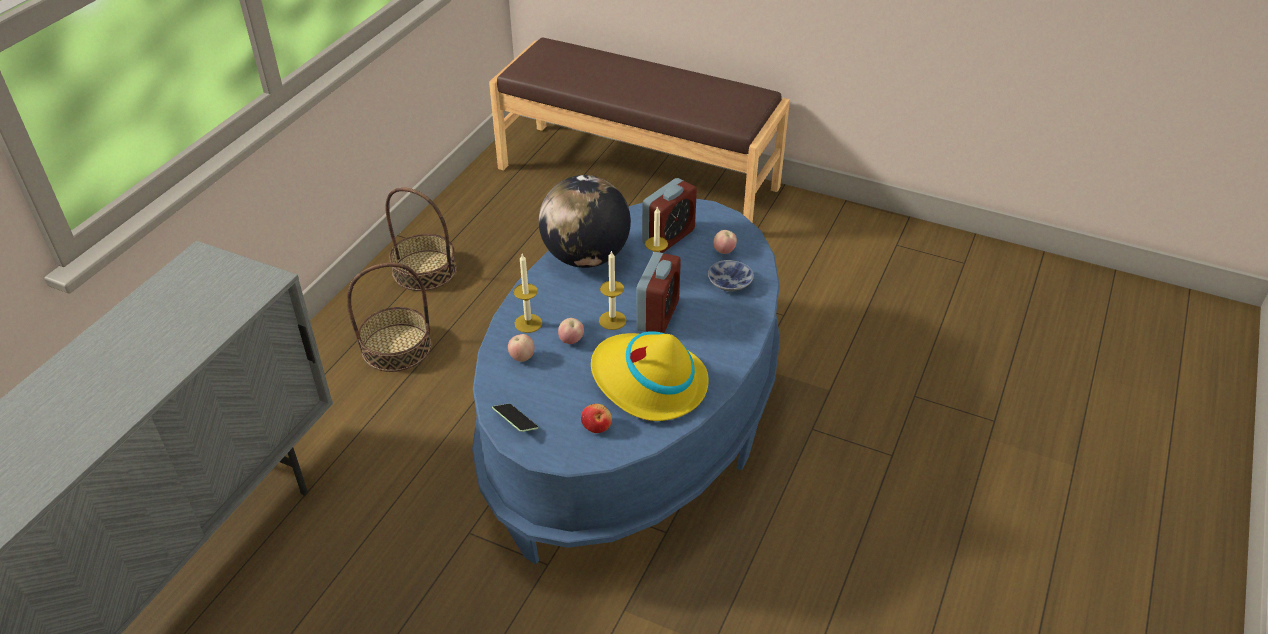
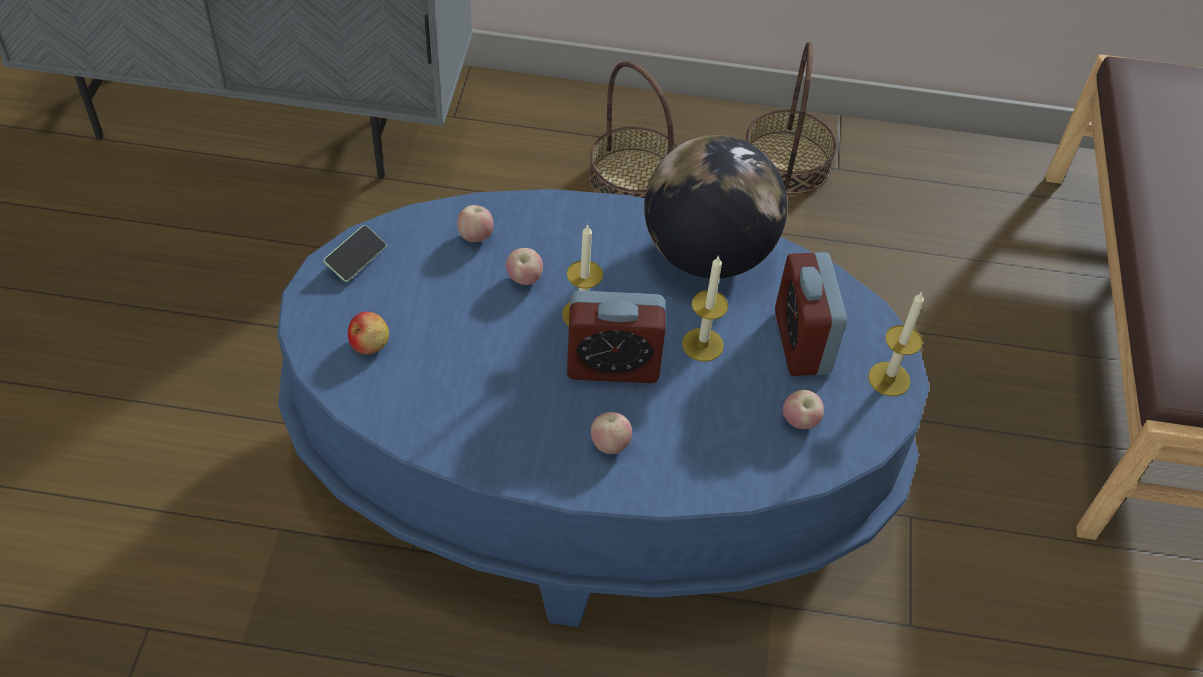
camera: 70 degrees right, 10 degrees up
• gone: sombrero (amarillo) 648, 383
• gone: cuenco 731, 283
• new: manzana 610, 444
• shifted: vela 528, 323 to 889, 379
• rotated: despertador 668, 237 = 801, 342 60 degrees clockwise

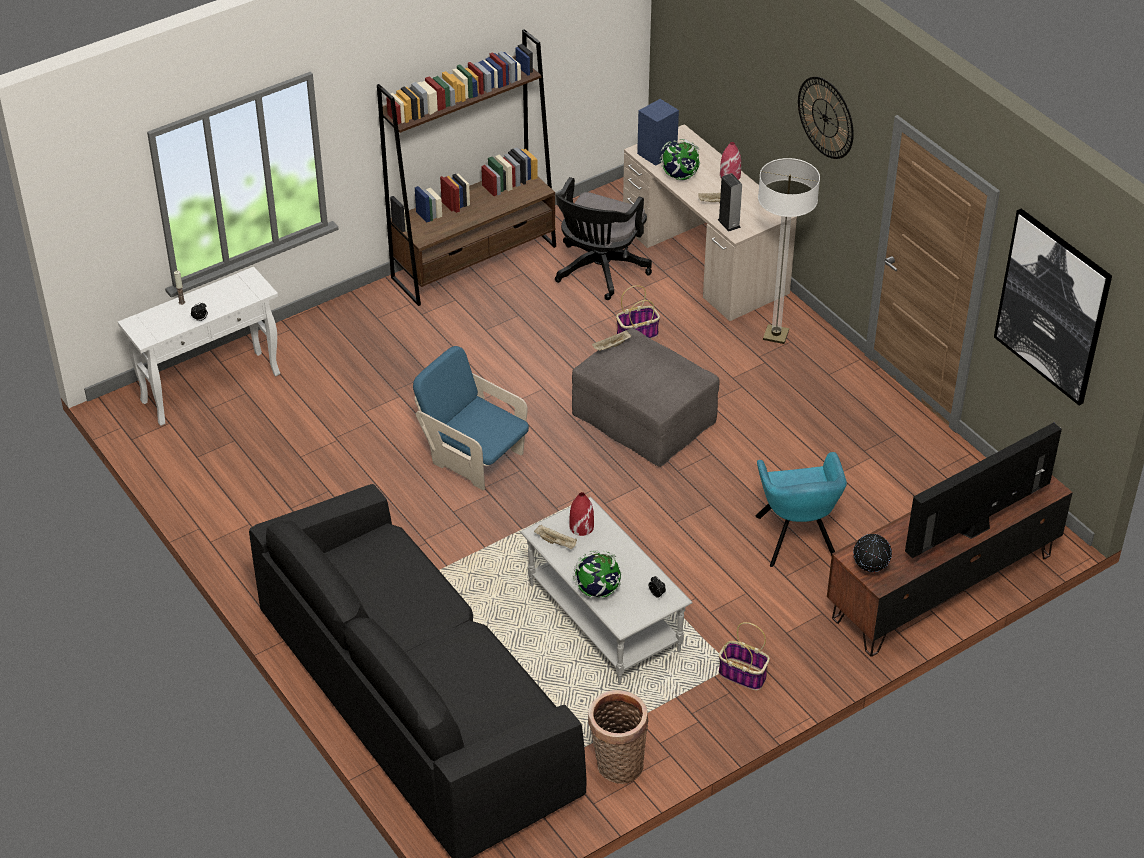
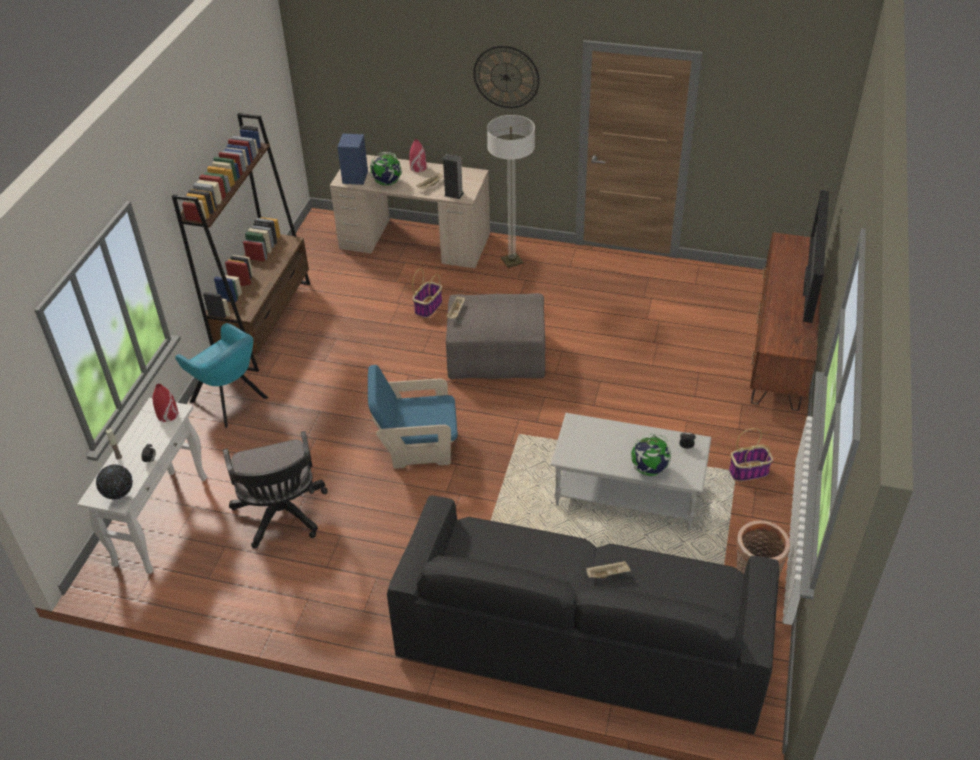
camera: 40 degrees left, 0 degrees up
• gone: cuadro 1052, 306
• shifted: bandeja (beis) 556, 542 to 608, 574
• shifted: silla de oficina (negro) 599, 272 to 282, 516
• shifted: florero (rojo) 581, 527 to 167, 414
• shifted: sillón (turquesa) 797, 540 to 231, 401
• shifted: globo terráqueo 870, 569 to 119, 496

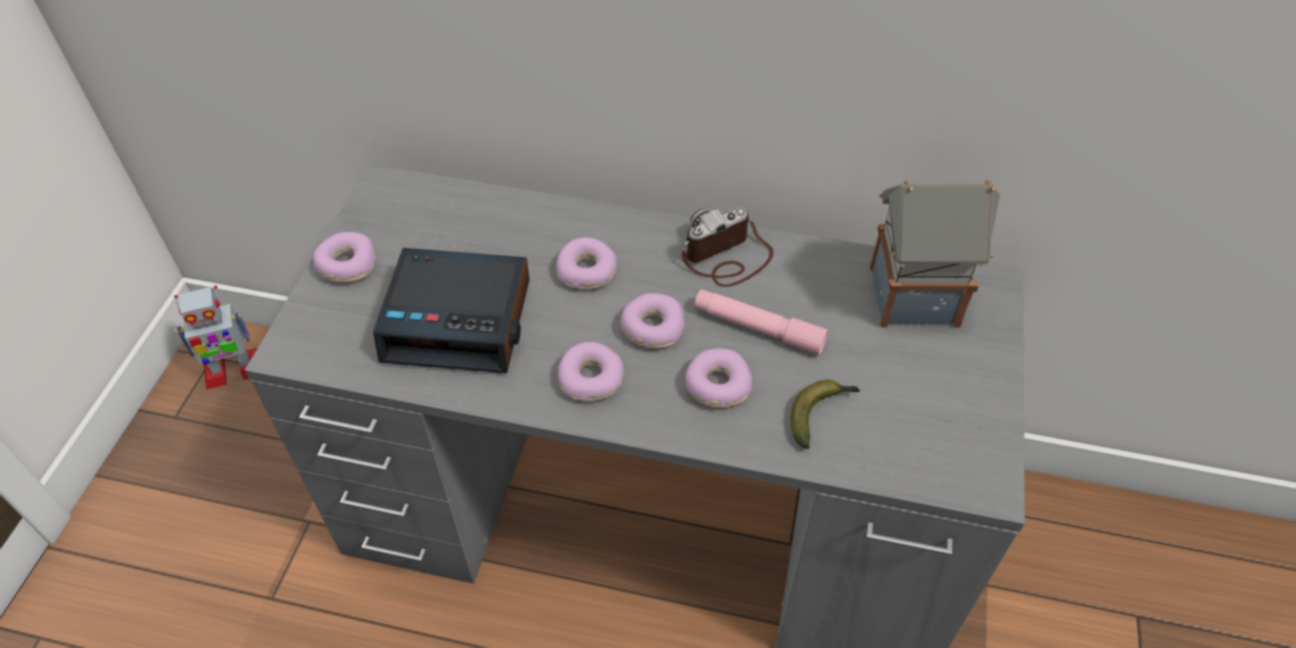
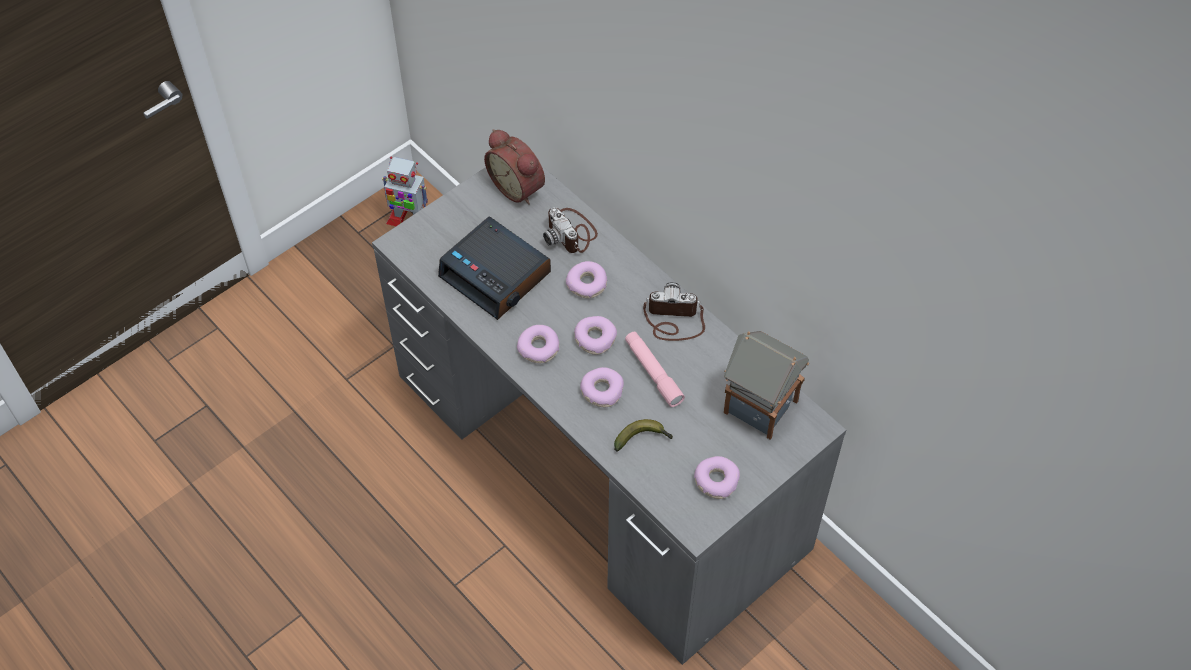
camera: 35 degrees right, 5 degrees up
• new: despertador 518, 186
• new: cámara 571, 233
• shifted: rosquilla 347, 265 to 716, 480

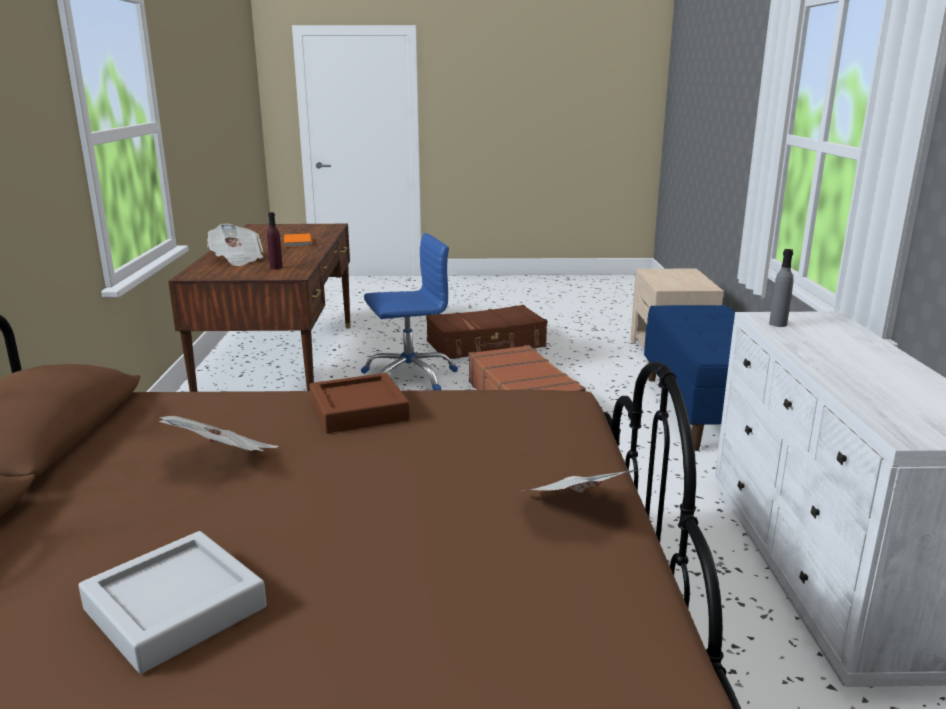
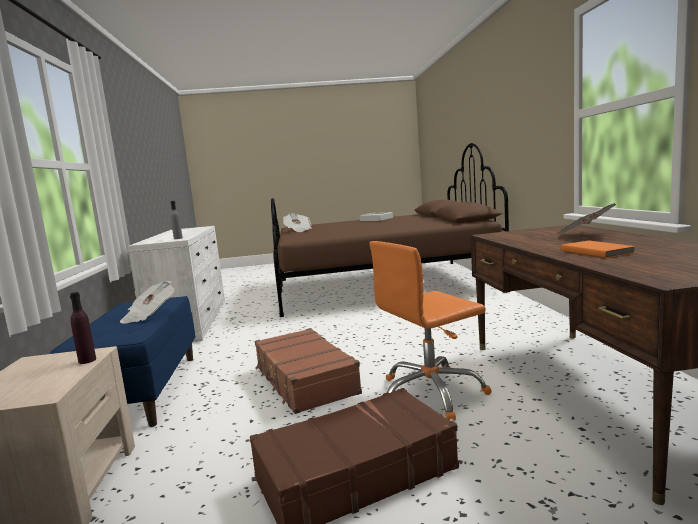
camera: 175 degrees right, 10 degrees down
• gone: bandeja (marrón) 358, 410
• shifted: periódico 224, 460 to 149, 316
• shifted: botella (morado) 276, 267 to 87, 360
• repainted: silla de oficina (azul) 409, 377 to silla de oficina (naranja) 431, 394

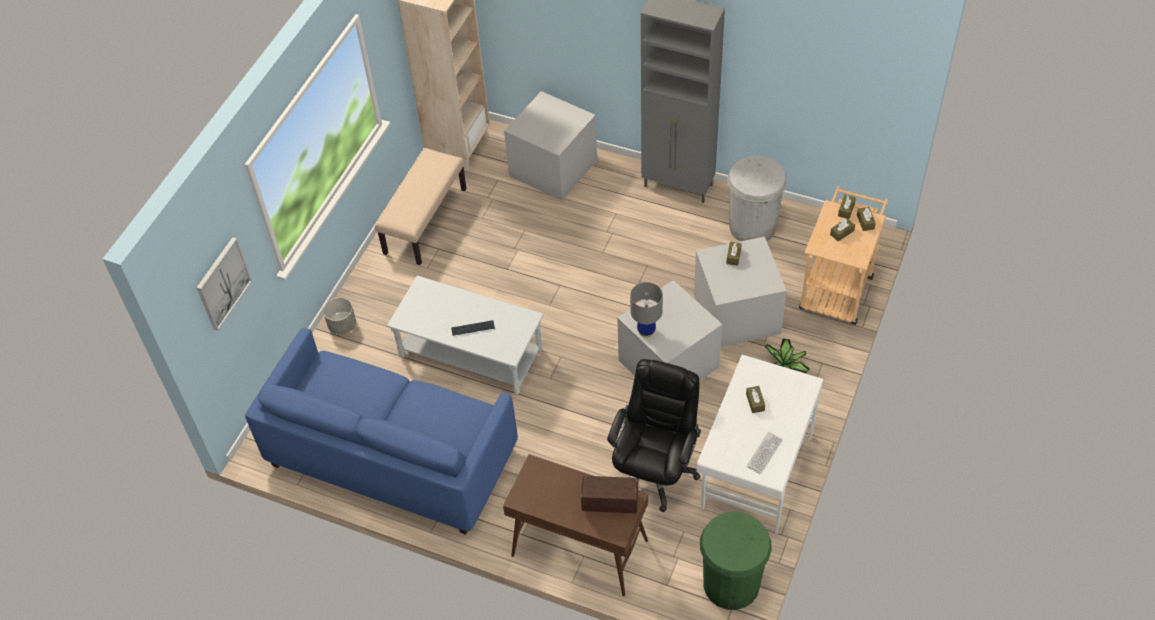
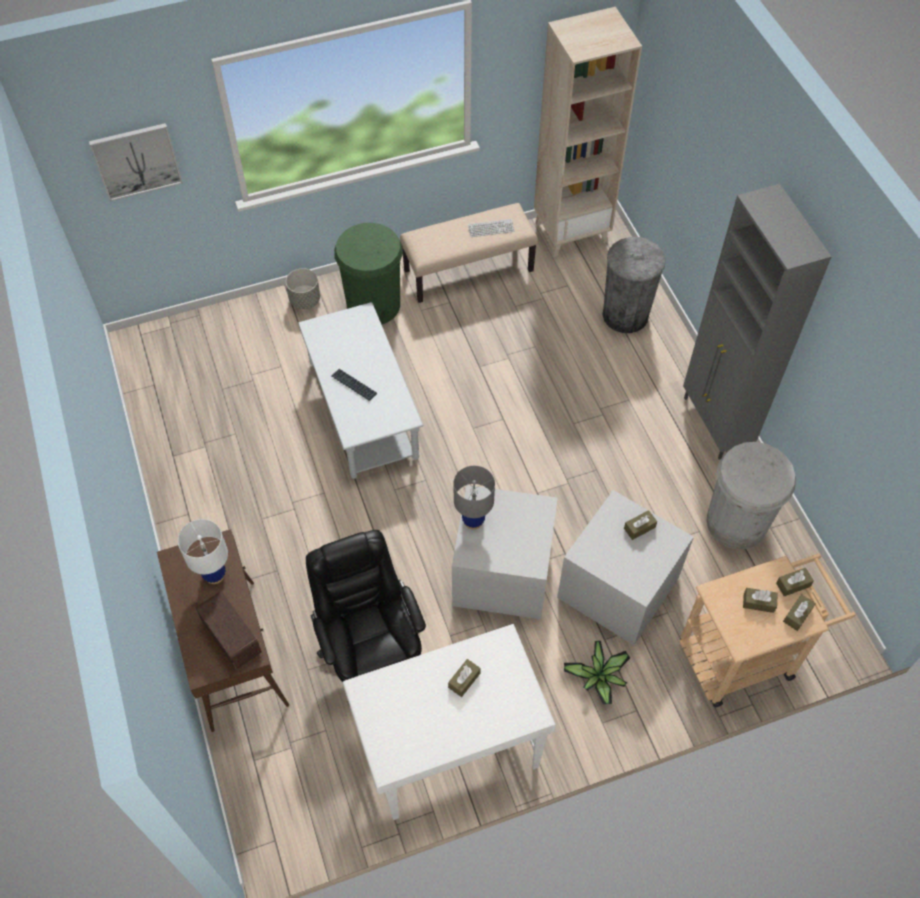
camera: 45 degrees right, 5 degrees up
• gone: sofá (azul) 392, 456
• new: lámpara de mesa (blanco) 214, 575
• shifted: papelera (verde) 731, 583 to 373, 304
• shifted: teclado 764, 453 to 491, 228
• swapped: caja de almacenaje (gris) 553, 169 to papelera (gris) 625, 315
• rotated: silla de oficina (negro) 655, 470 = 371, 653 90 degrees counterclockwise

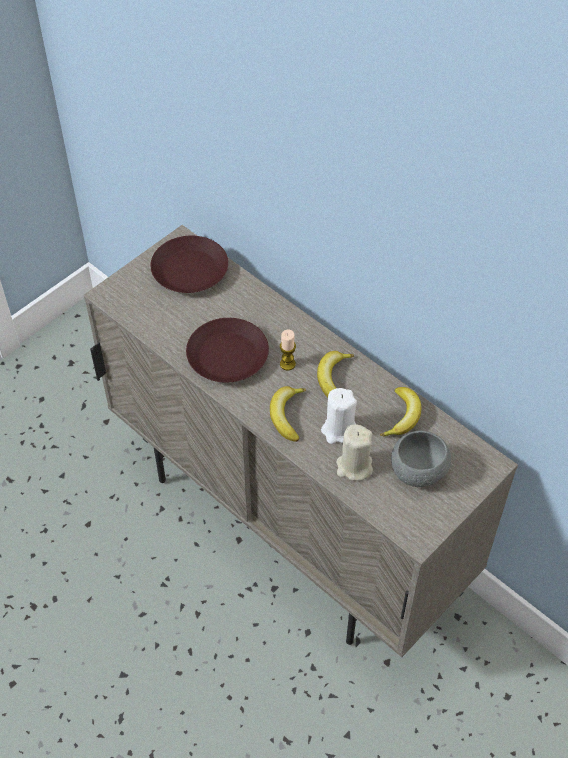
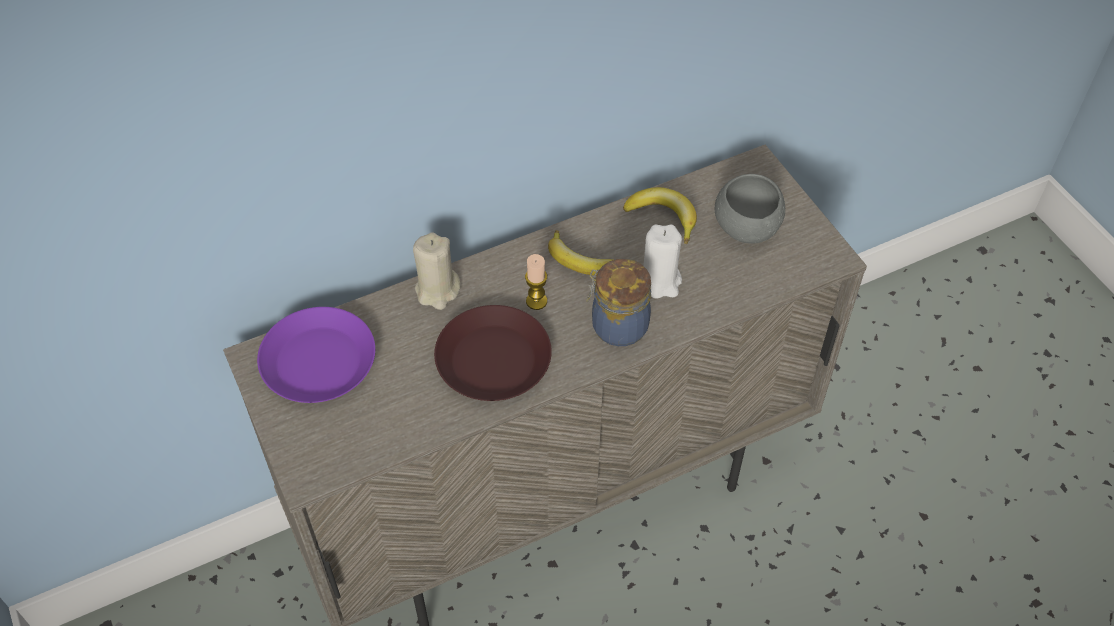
camera: 70 degrees left, 0 degrees up
• shifted: vela (beis) 354, 467 to 437, 290
• swapped: plátano 286, 415 to tarro 617, 325
• repainted: plato (marrón) 190, 271 to plato (morado) 320, 362

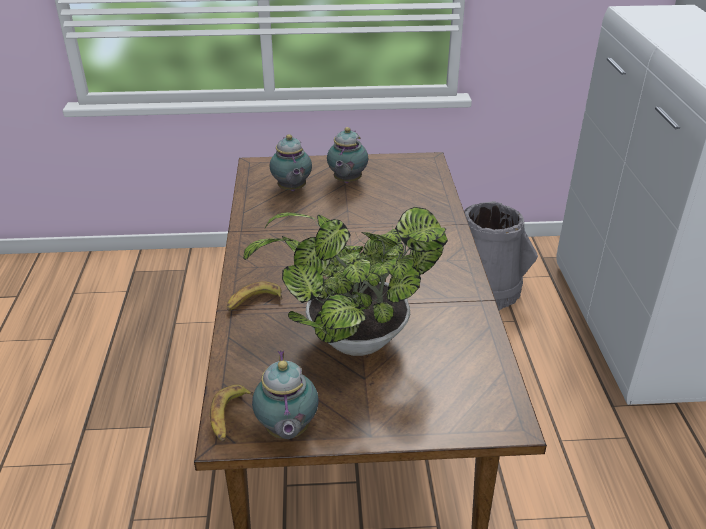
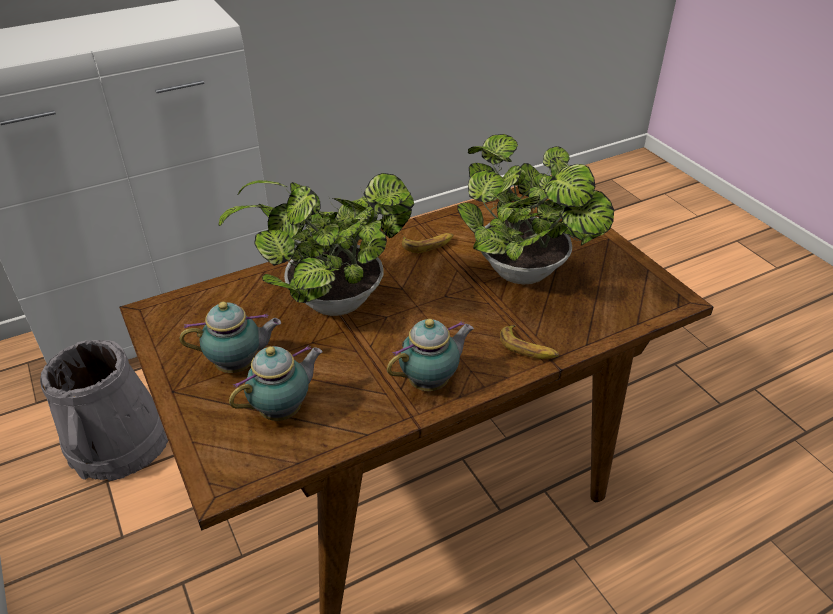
camera: 115 degrees left, 5 degrees up
• new: planta en maceta 328, 302
• shifted: plátano 229, 417 to 428, 245
• shifted: tetera 287, 431 to 431, 382

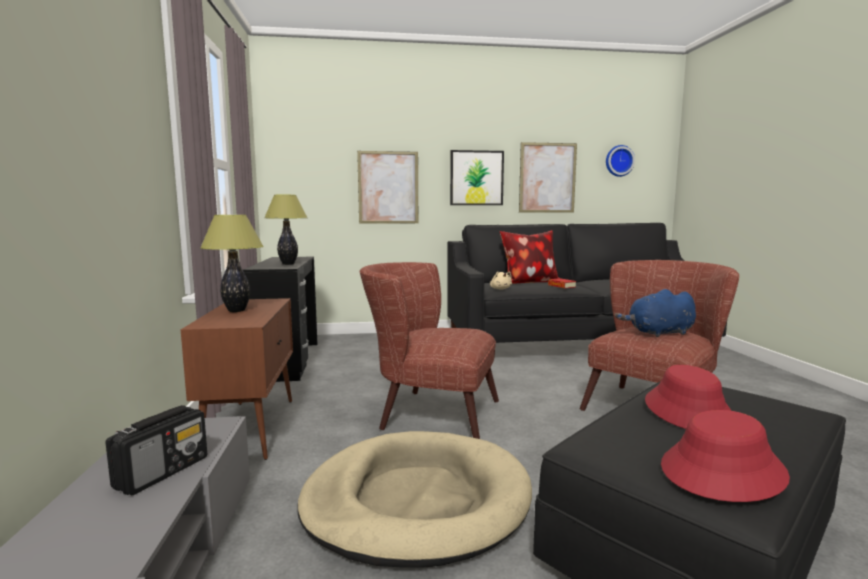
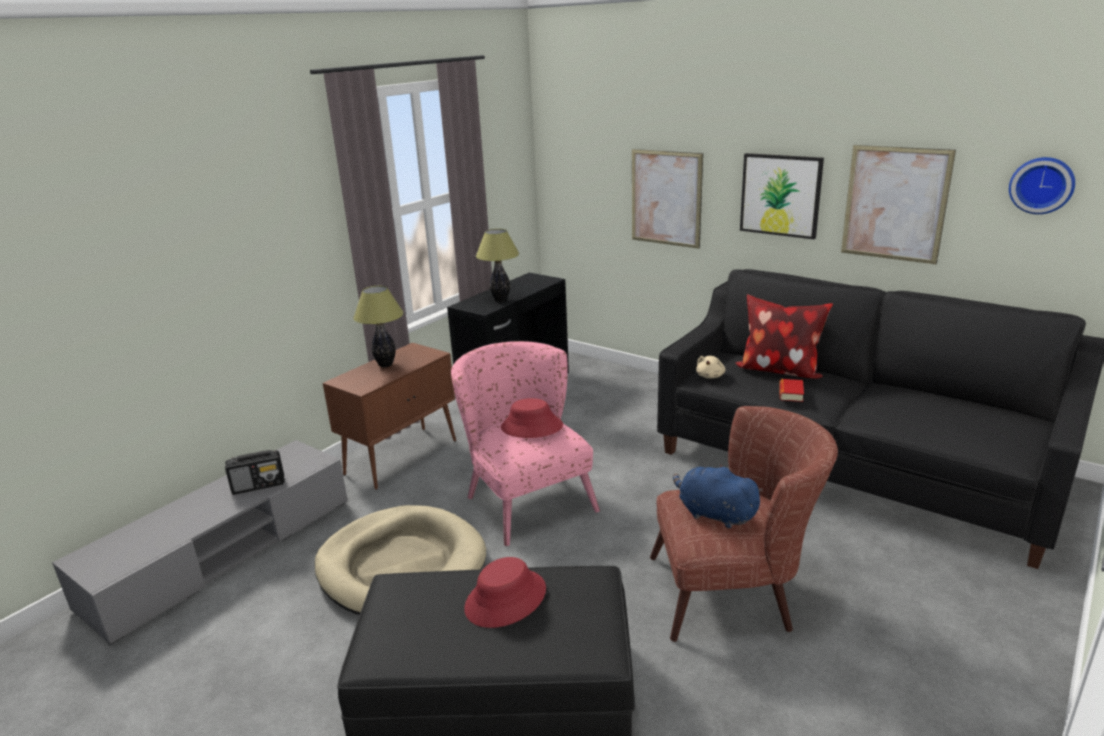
camera: 45 degrees right, 15 degrees up
• shifted: sombrero (rojo) 723, 471 to 531, 427
• repainted: sillón (marrón) 428, 413 to sillón (rosa) 525, 497

